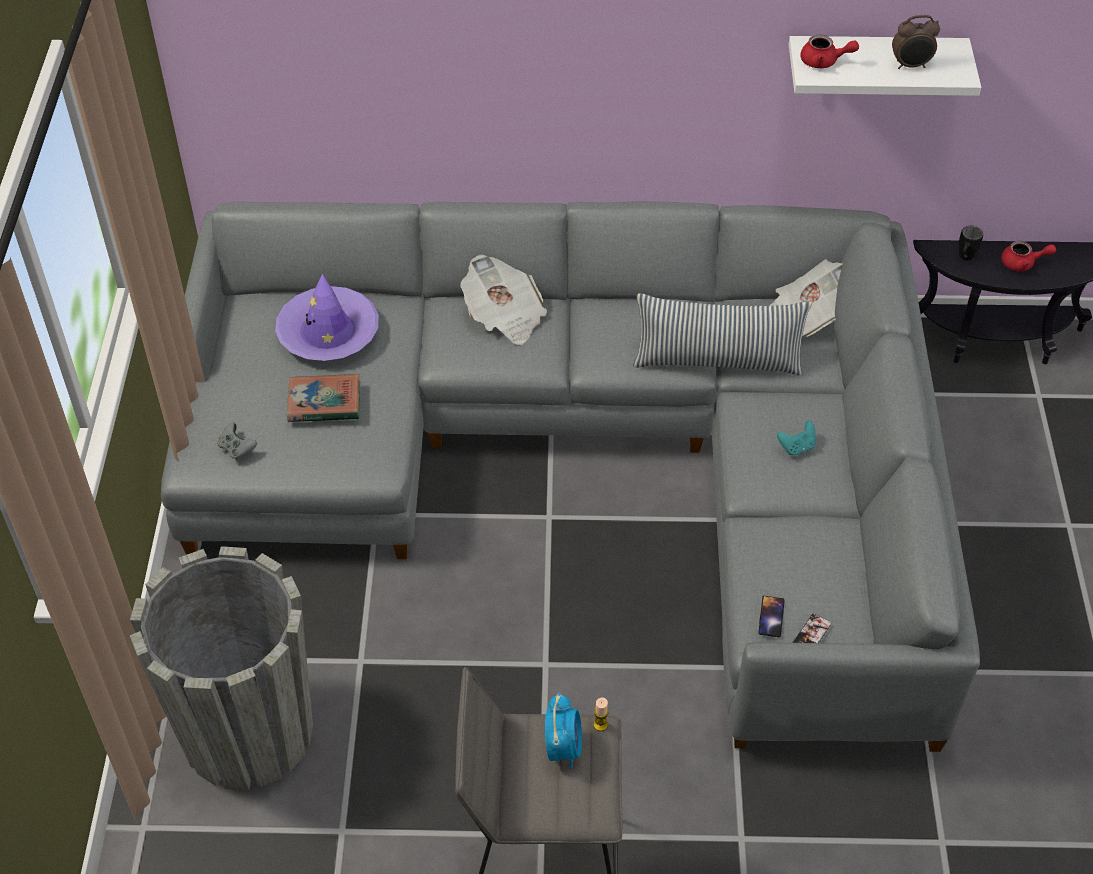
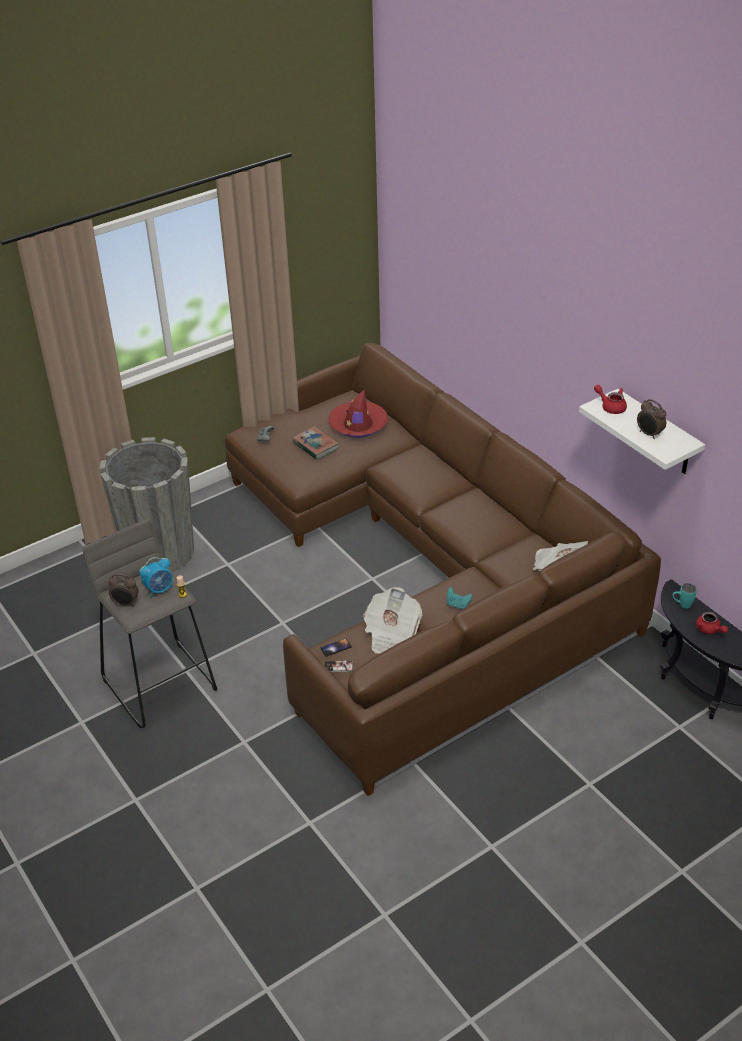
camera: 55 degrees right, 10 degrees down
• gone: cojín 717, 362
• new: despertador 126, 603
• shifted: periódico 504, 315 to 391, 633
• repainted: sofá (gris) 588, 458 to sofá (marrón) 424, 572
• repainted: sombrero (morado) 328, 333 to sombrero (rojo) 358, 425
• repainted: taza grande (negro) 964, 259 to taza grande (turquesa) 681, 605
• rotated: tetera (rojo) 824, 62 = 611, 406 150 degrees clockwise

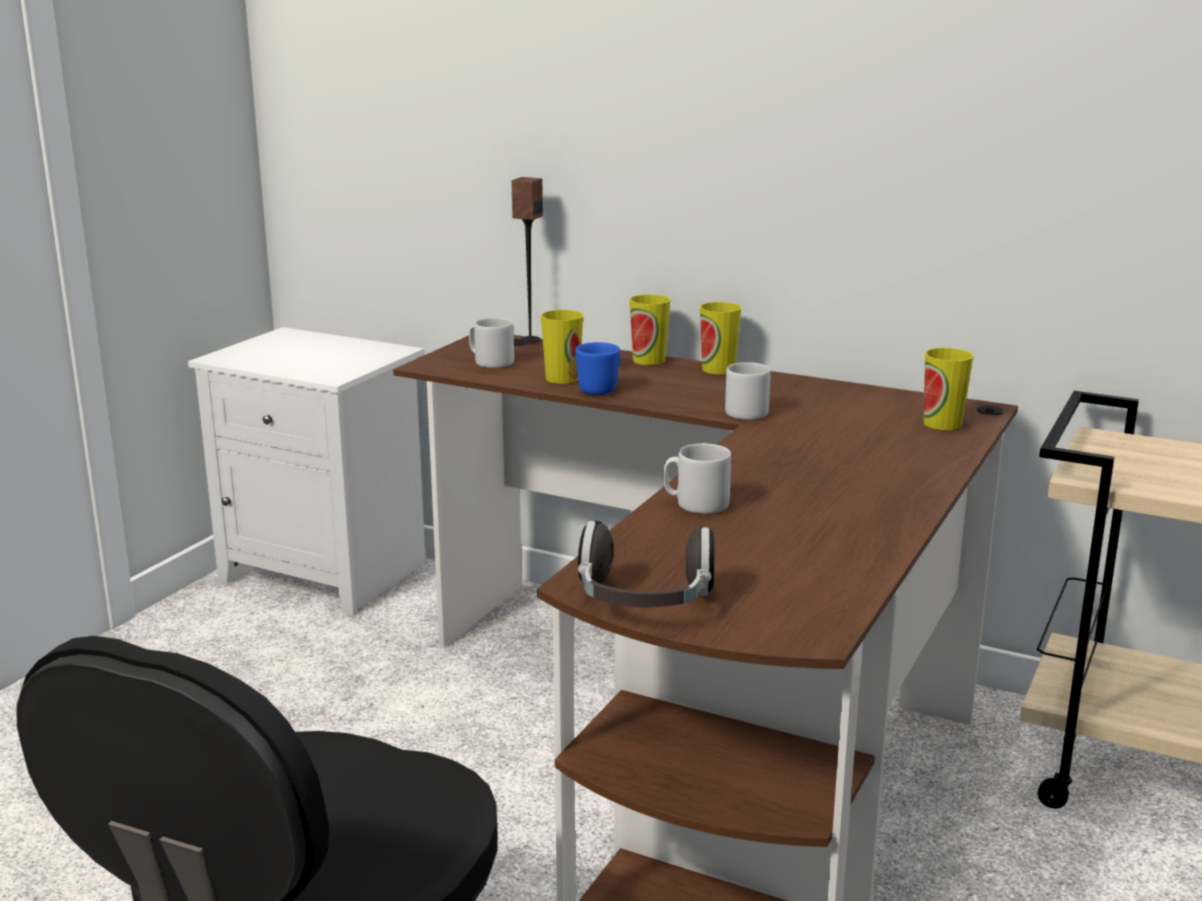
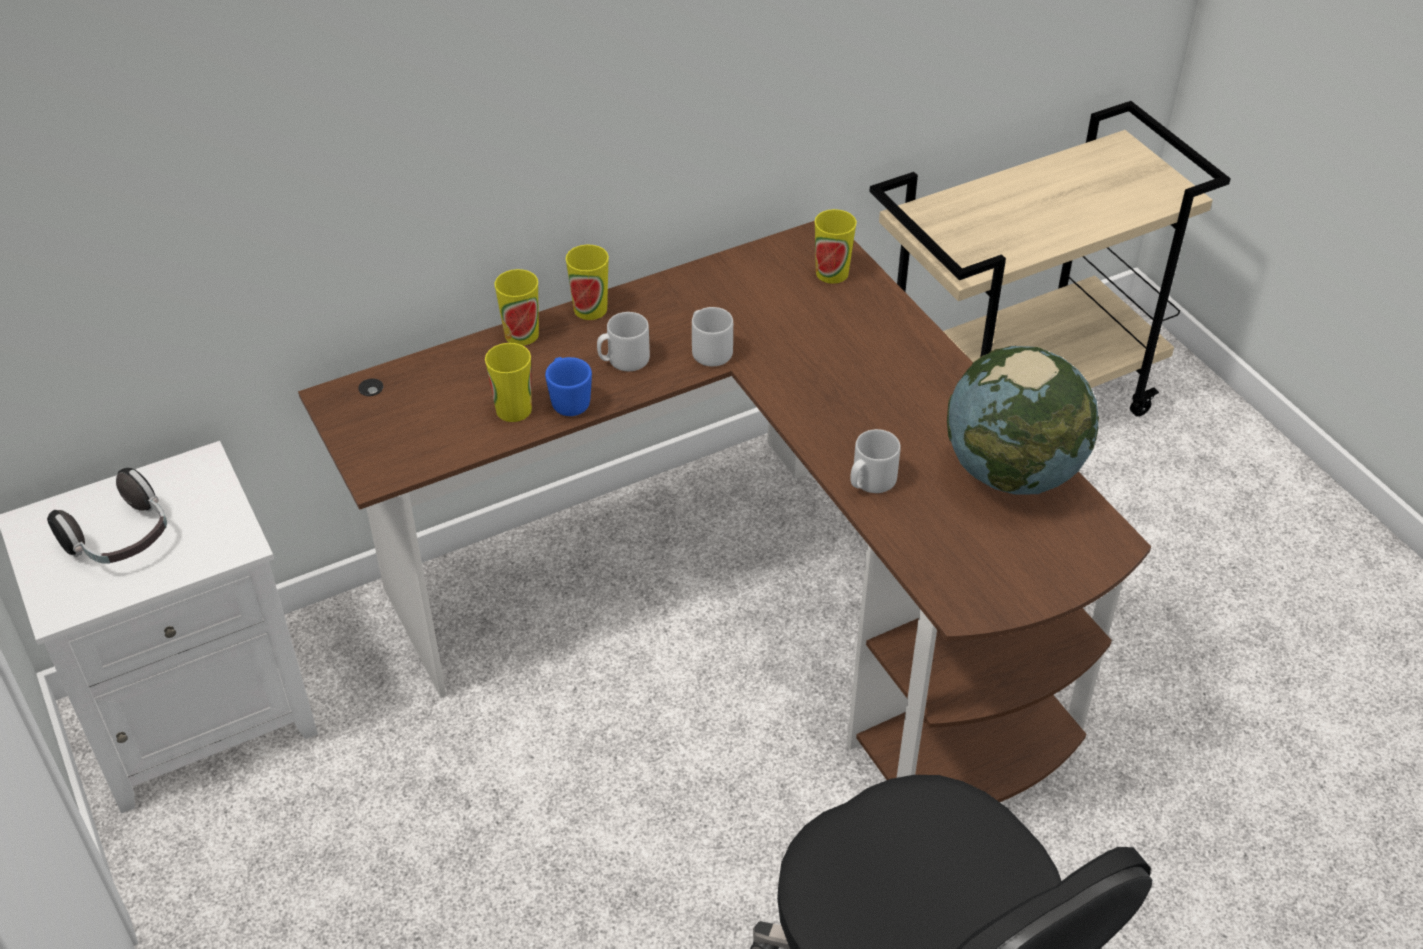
camera: 55 degrees left, 25 degrees up
• gone: altavoz 529, 339
• new: globo terráqueo 1013, 473
• shifted: taza grande (gris) 490, 362 to 623, 360
• shifted: auriculares 644, 603 to 121, 540

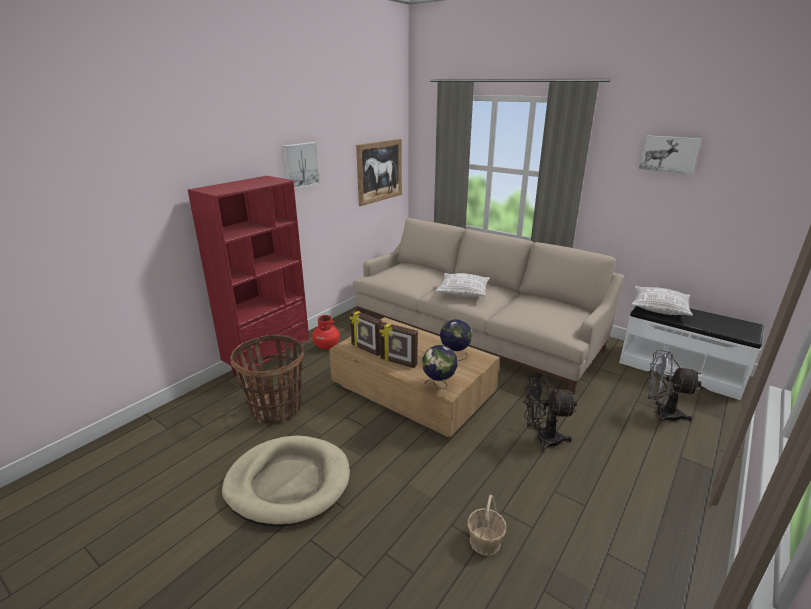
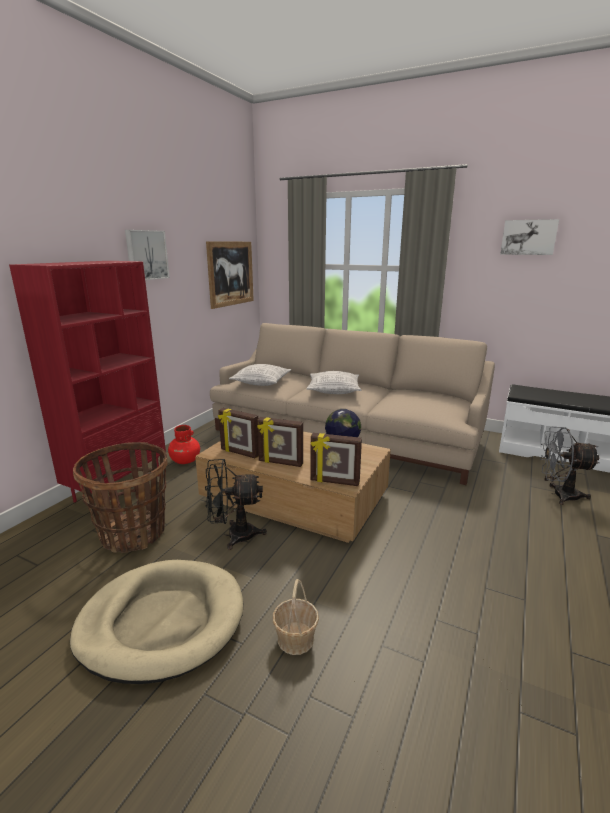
camera: 10 degrees left, 5 degrees down
• shifted: cesta 484, 541 to 295, 639
• shifted: ventilador (negro) 541, 439 to 234, 535
• shifted: cojín 659, 308 to 261, 382
• swapped: globo terráqueo 439, 385 to portarretratos 334, 482

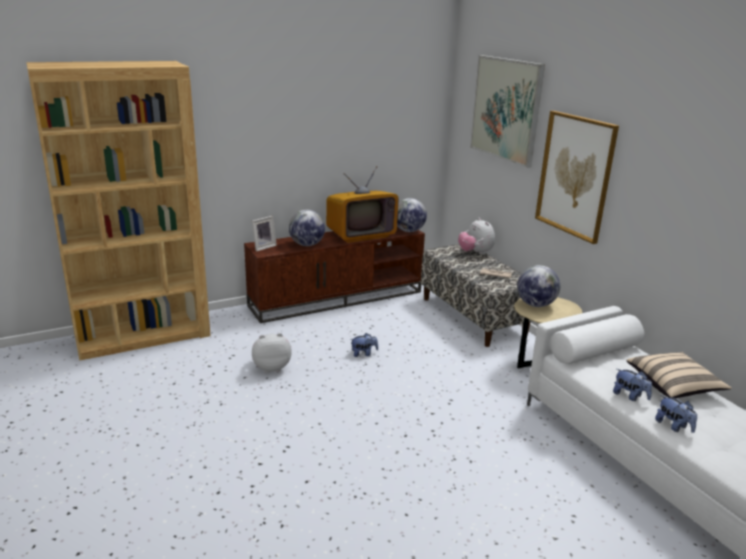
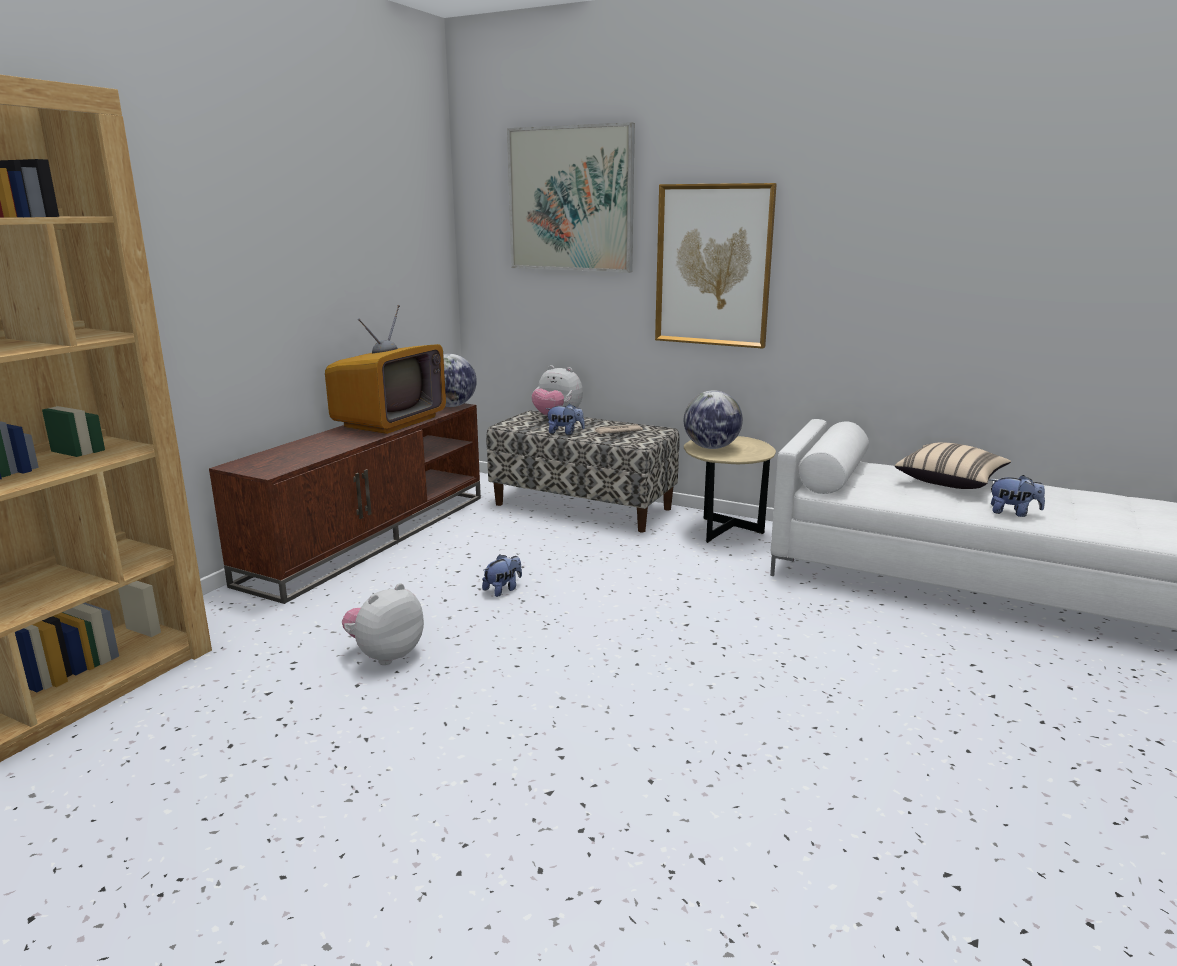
camera: 35 degrees left, 5 degrees down
• gone: portarretratos 263, 247
• gone: globo terráqueo 307, 245
• shifted: peluche 630, 396 to 565, 433

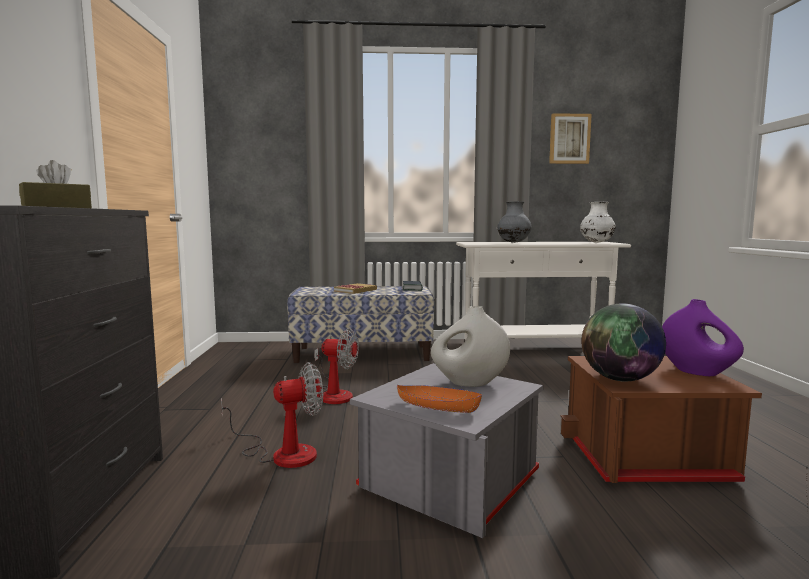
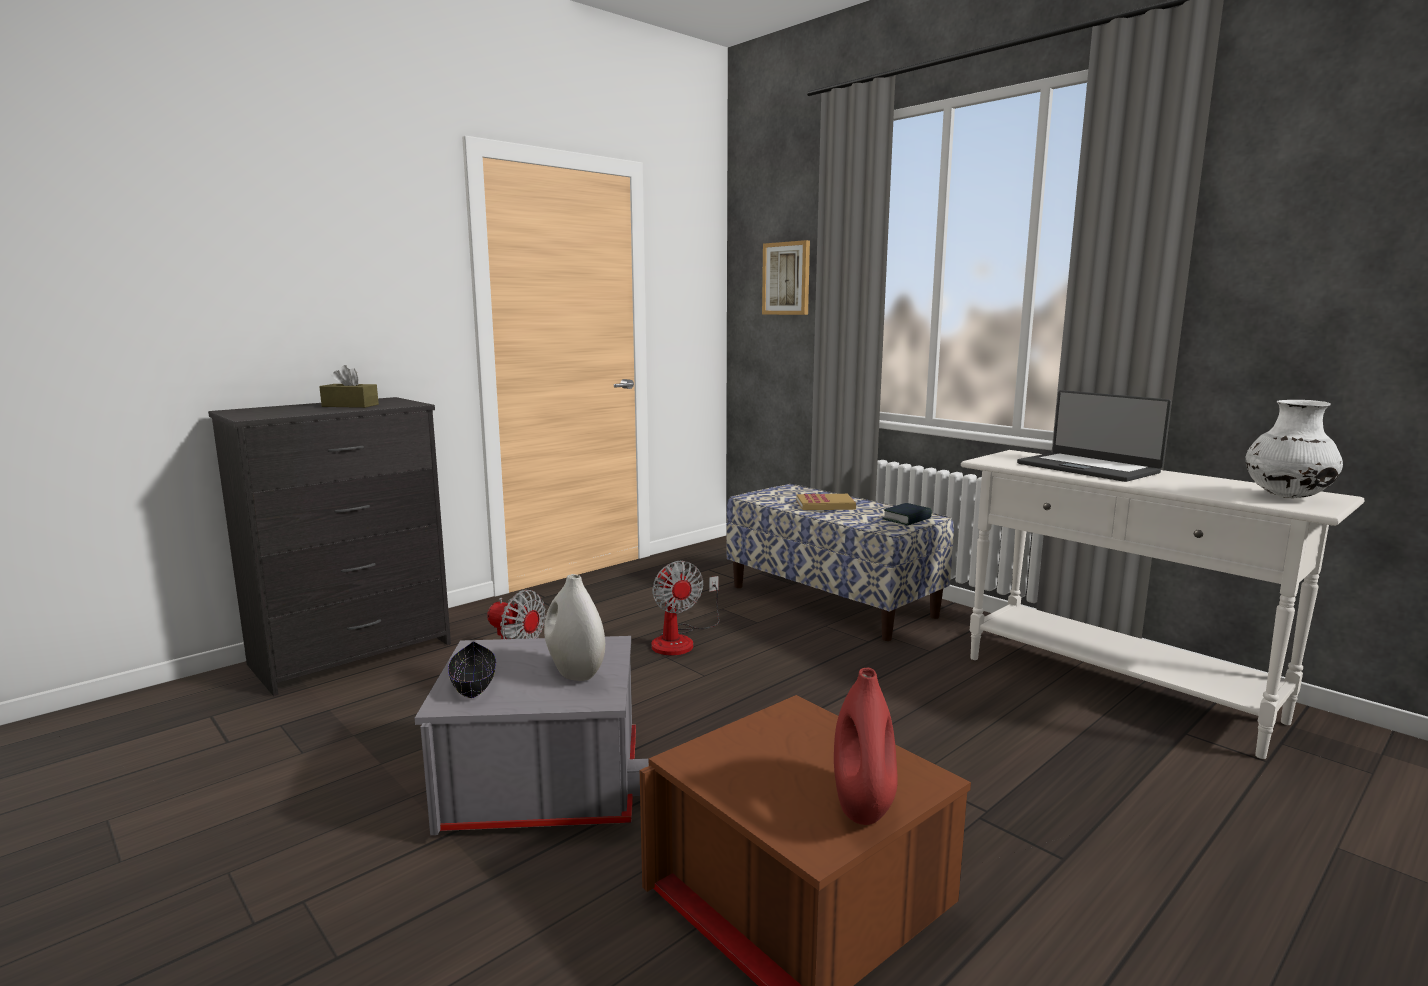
camera: 50 degrees right, 5 degrees up
• gone: globo terráqueo 620, 379
• shifted: cuadro 569, 139 to 787, 278
• swapped: florero (gris) 513, 242 to portátil 1088, 468
• repainted: cuenco (naranja) 437, 407 to cuenco (negro) 473, 681
• repainted: florero (morado) 697, 372 to florero (rojo) 863, 806

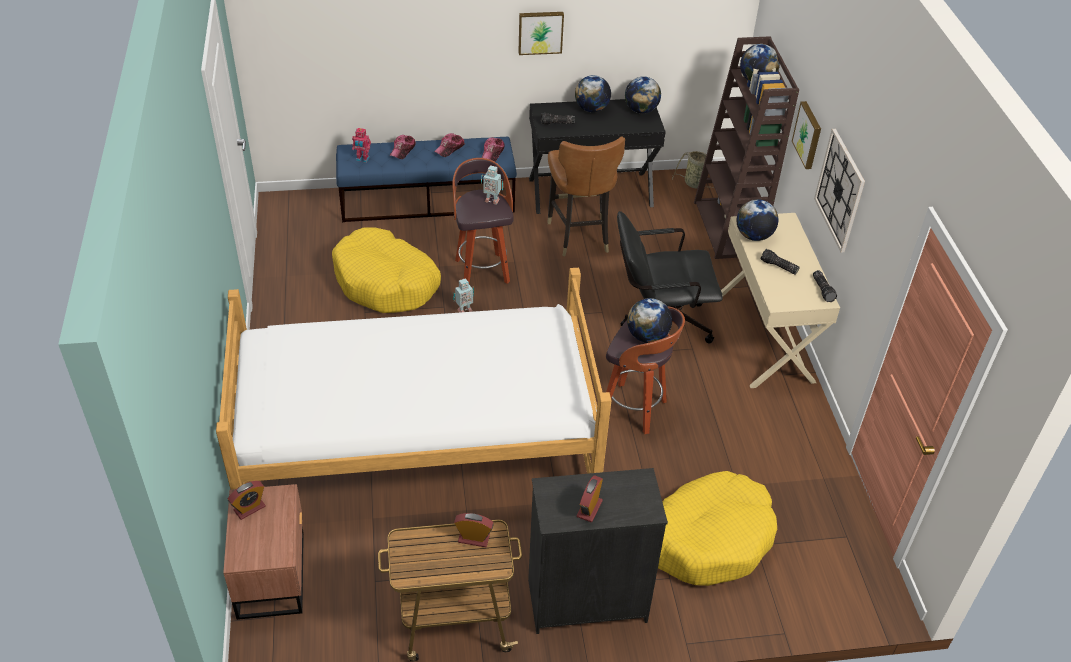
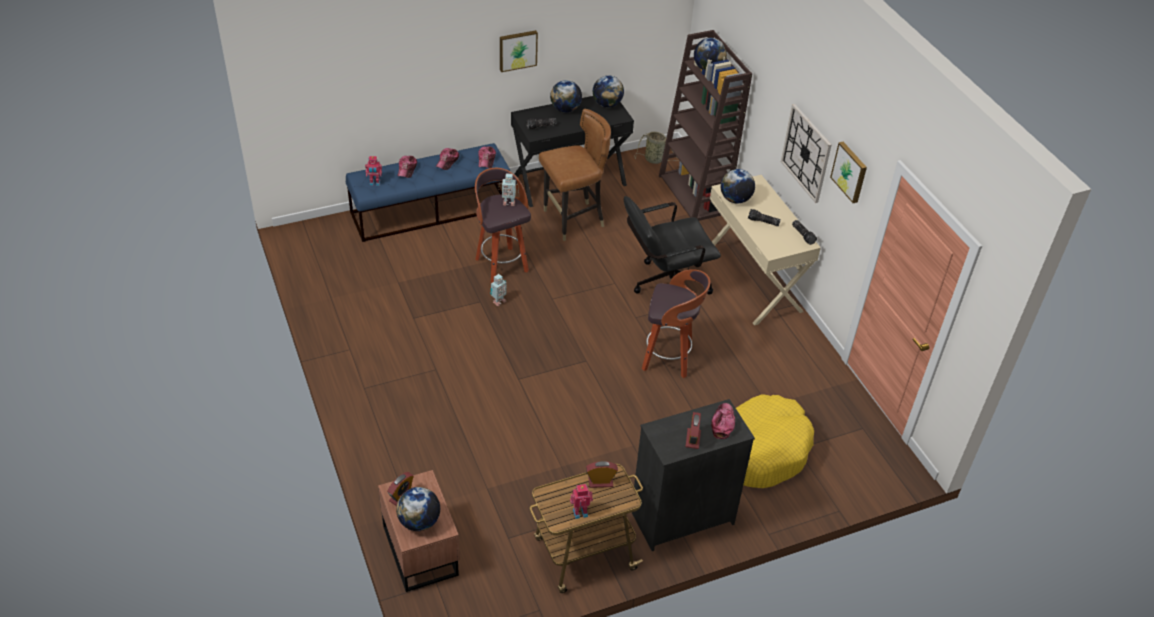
camera: 15 degrees left, 0 degrees up
• gone: cama 417, 446
• gone: cama para perro (amarillo) 386, 282
• new: robot de juguete 580, 512
• new: gorra 722, 423
• shifted: globo terráqueo 647, 336 to 419, 522
• shifted: cuadro 808, 135 to 850, 171
• rotated: silla (marrón) 579, 236 = 573, 220 90 degrees counterclockwise

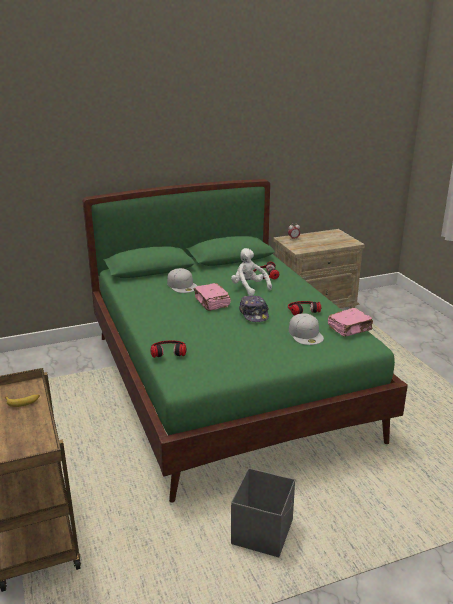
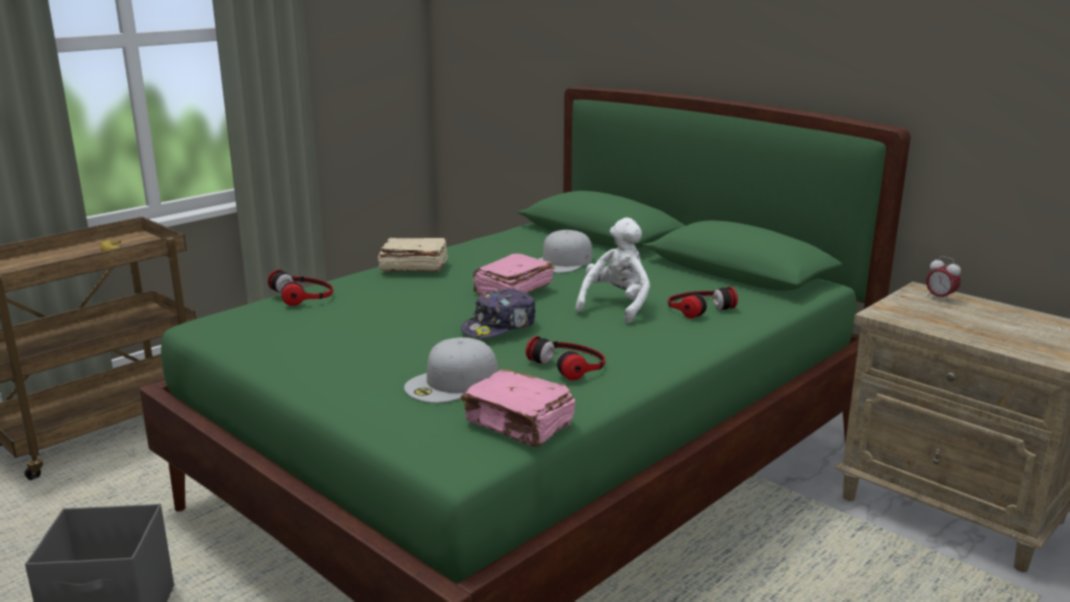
camera: 65 degrees right, 5 degrees down
• new: libro (beis) 413, 267

